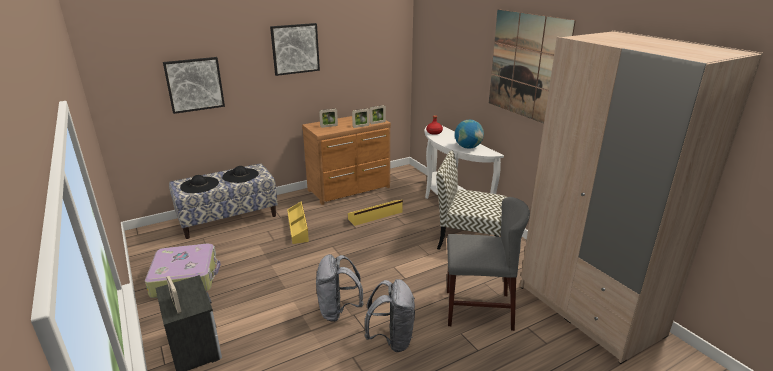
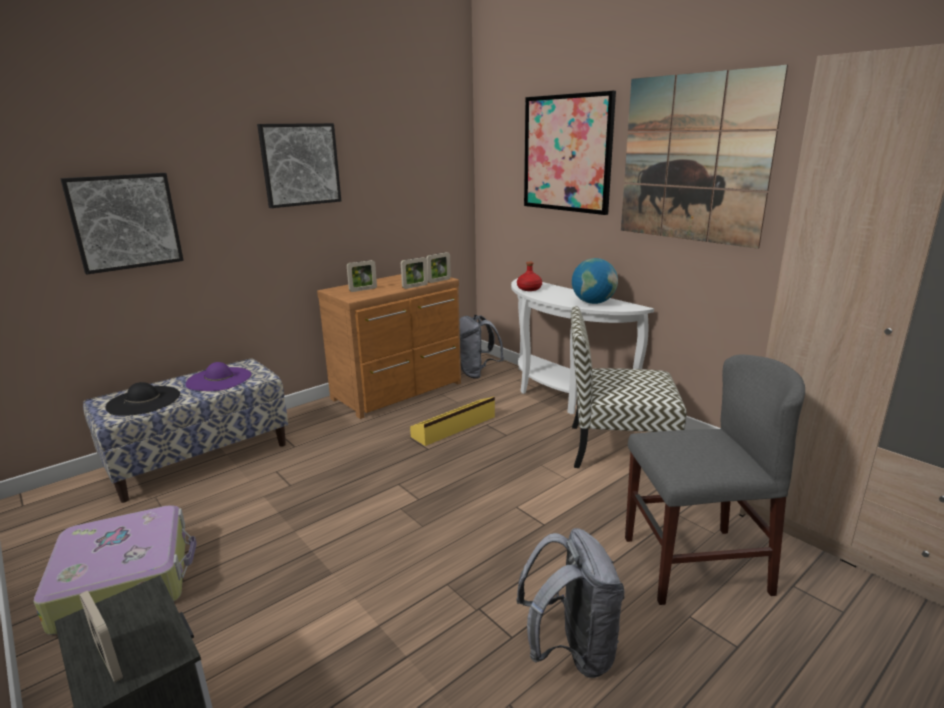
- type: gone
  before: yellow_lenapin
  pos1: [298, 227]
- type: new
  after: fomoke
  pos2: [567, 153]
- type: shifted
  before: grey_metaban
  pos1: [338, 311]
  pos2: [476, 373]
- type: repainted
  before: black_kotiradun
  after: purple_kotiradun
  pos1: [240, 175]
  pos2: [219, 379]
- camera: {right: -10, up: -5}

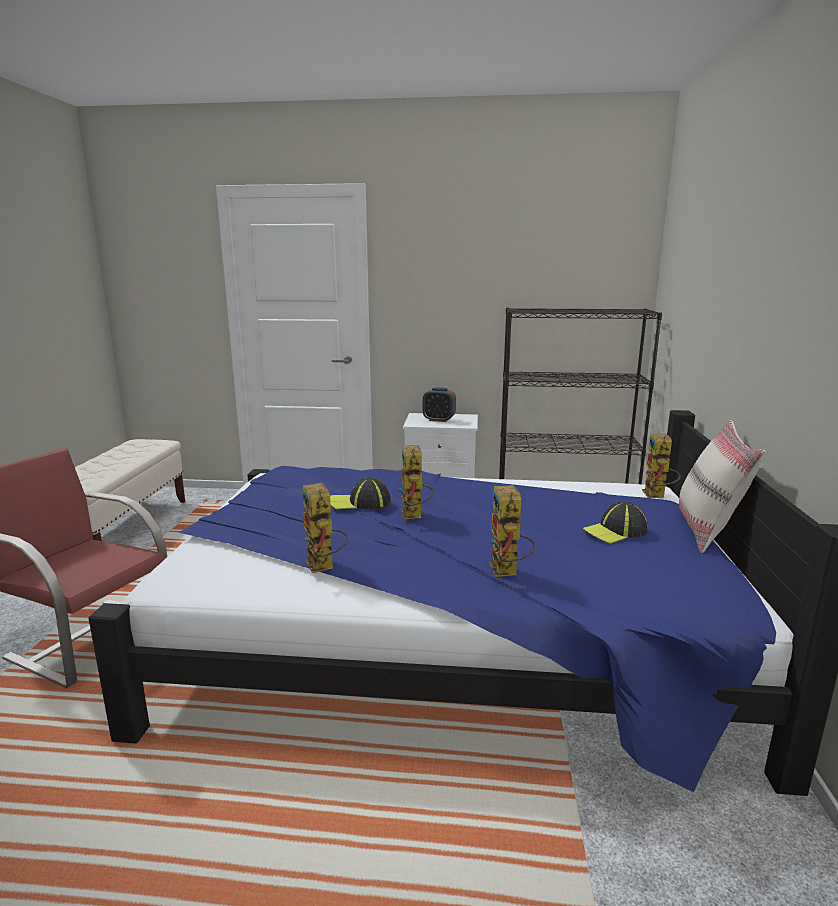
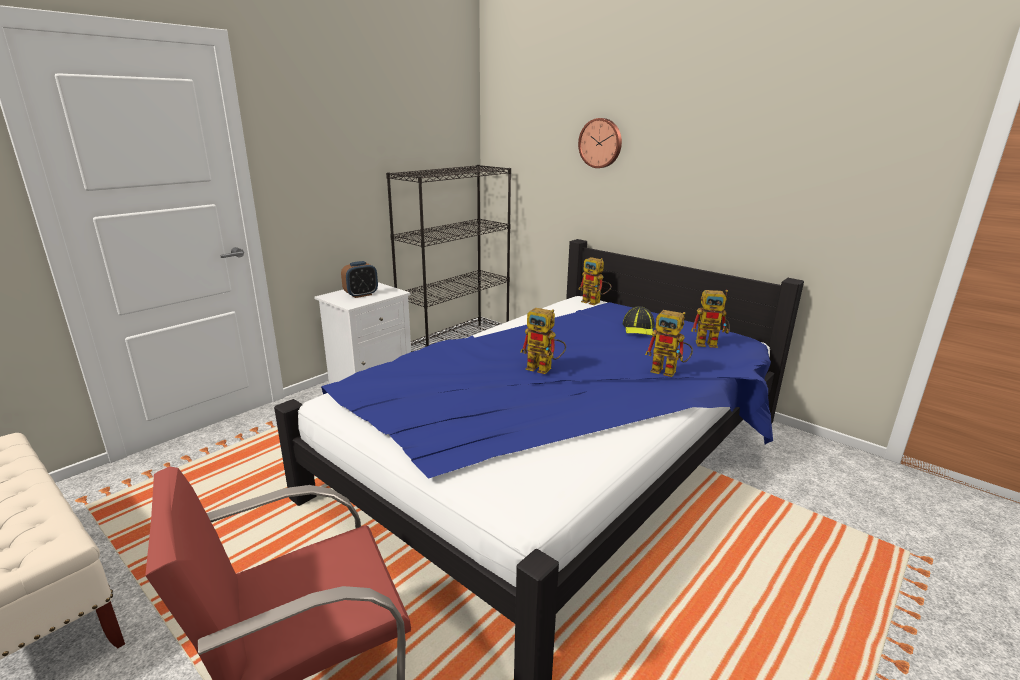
- type: gone
  before: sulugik
  pos1: [360, 502]
- type: gone
  before: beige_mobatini
  pos1: [708, 531]
- type: new
  after: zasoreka
  pos2: [601, 143]
- type: shifted
  before: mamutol
  pos1: [324, 567]
  pos2: [711, 343]
- camera: {right: -55, up: 5}

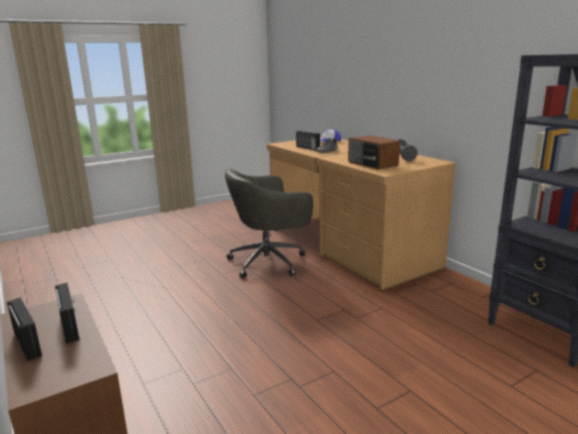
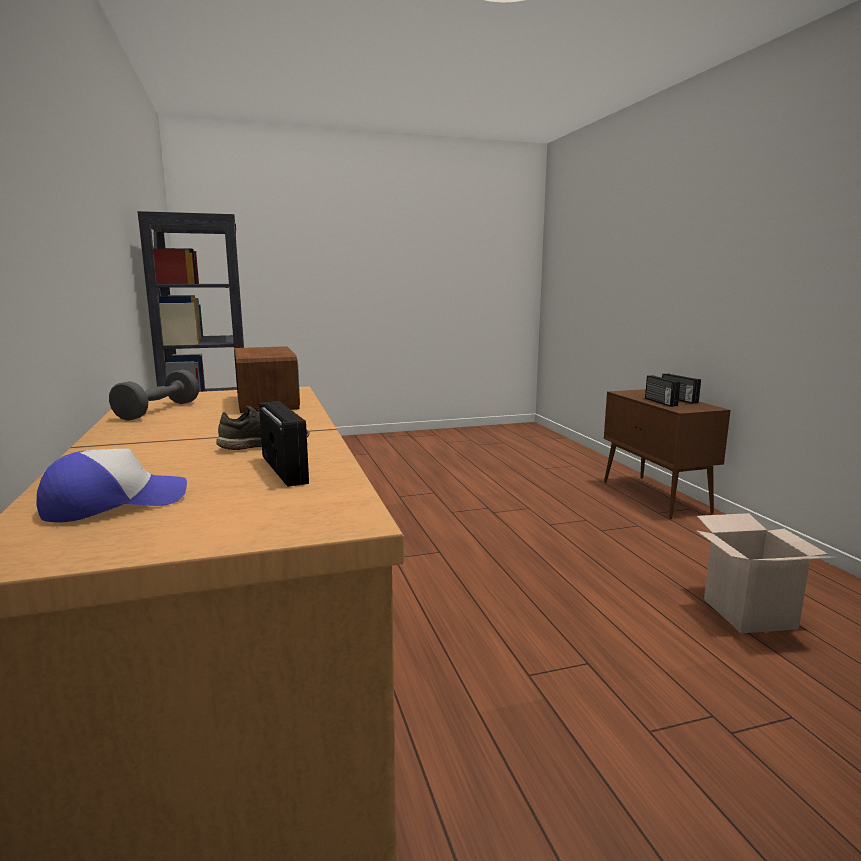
- type: gone
  before: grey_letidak
  pos1: [269, 261]
- type: new
  after: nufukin
  pos2: [749, 613]
- camera: {right: -165, up: -5}

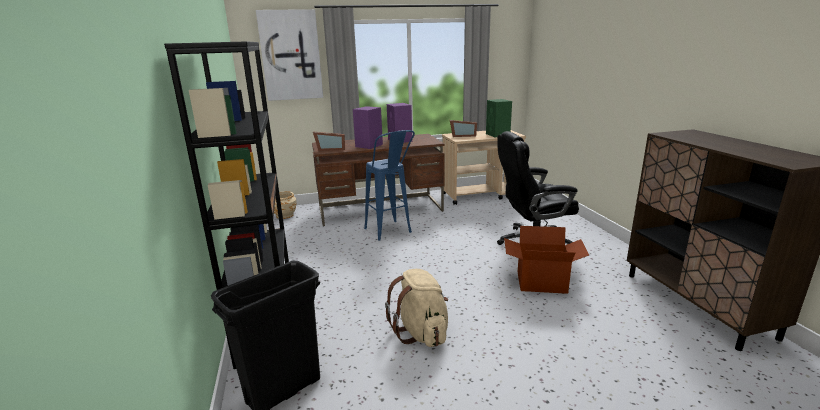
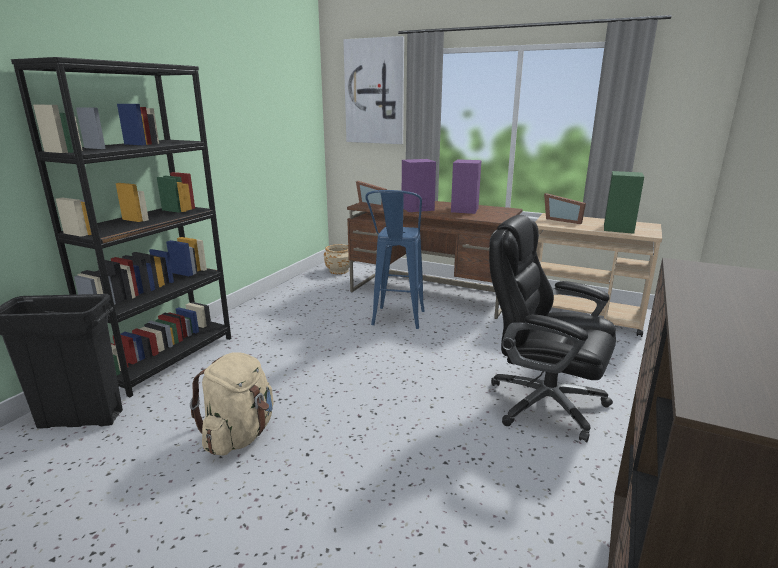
- type: gone
  before: nufukin
  pos1: [541, 283]
- camera: {right: 40, up: 0}

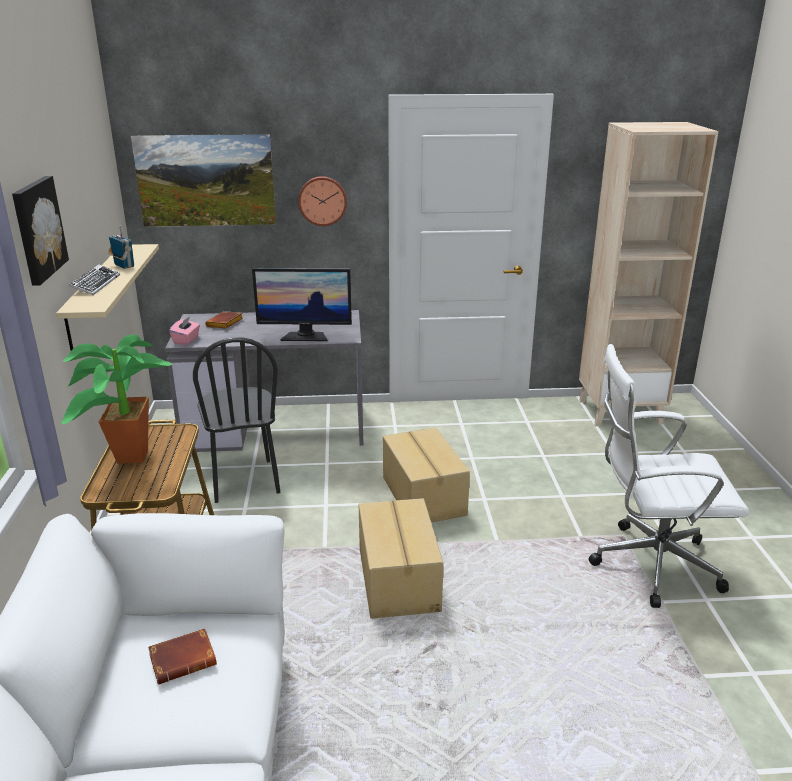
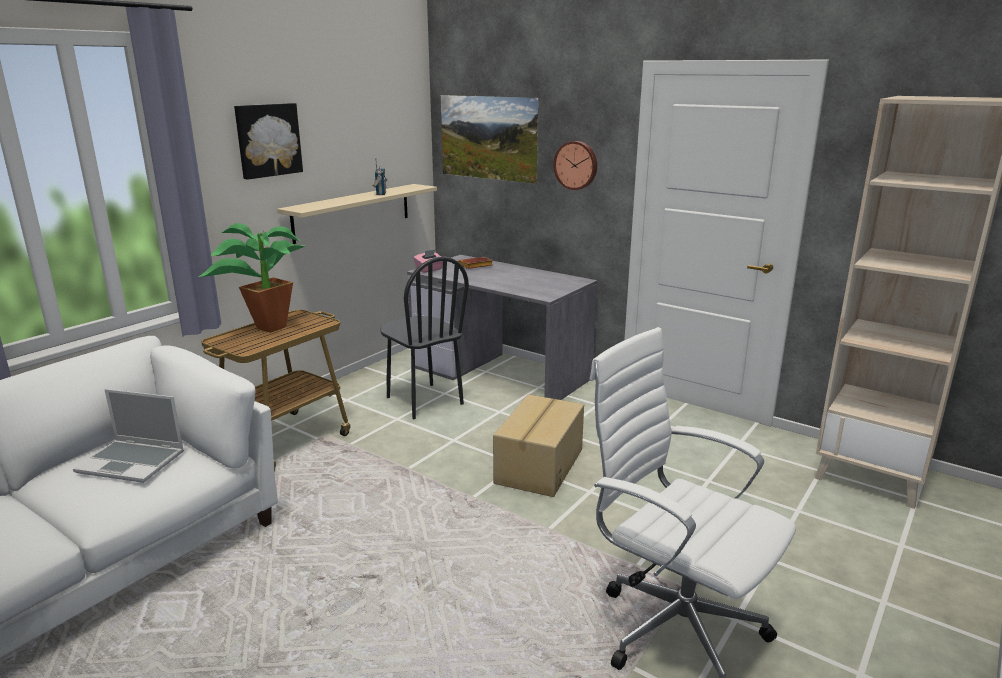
- type: gone
  before: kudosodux
  pos1: [96, 284]
- type: gone
  before: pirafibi
  pos1: [305, 336]
- type: gone
  before: nufukin
  pos1: [399, 579]
- type: swapped
  before: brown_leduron
  after: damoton
  pos1: [184, 659]
  pos2: [133, 462]
- type: rotated
  before: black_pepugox
  pos1: [244, 481]
  pos2: [424, 401]
  turn: -60
- camera: {right: 40, up: -5}

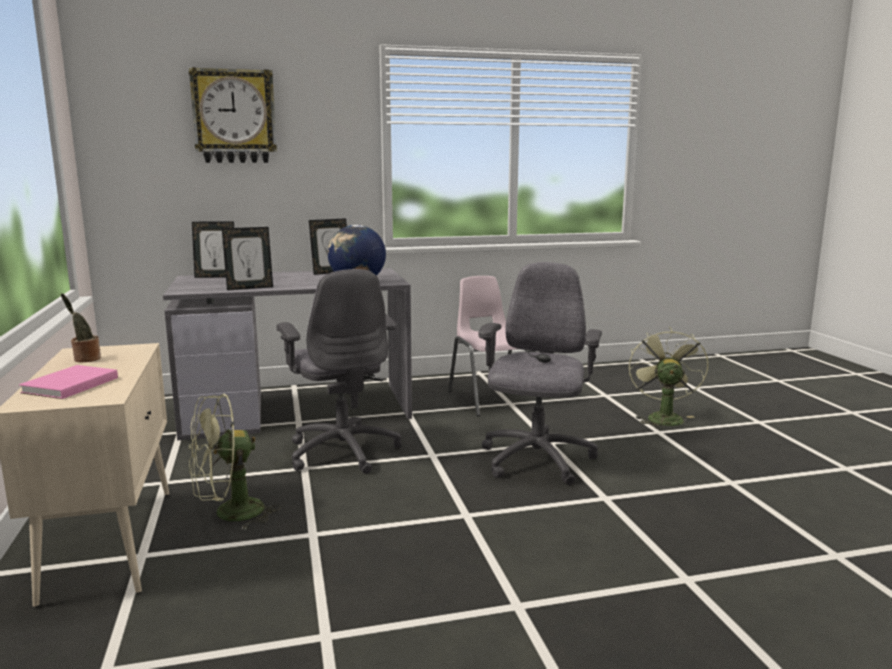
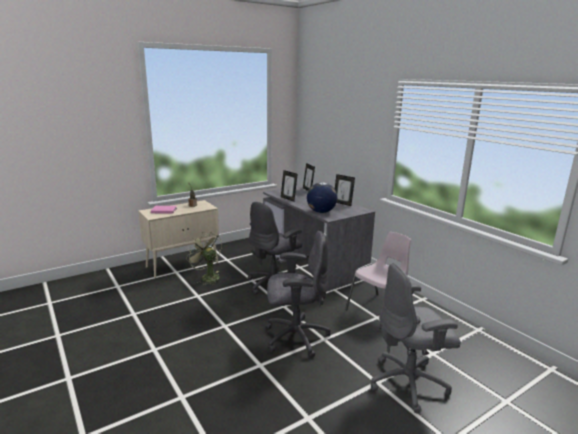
- type: gone
  before: zasoreka
  pos1: [234, 116]
- type: swapped
  before: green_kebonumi
  after: grey_letidak
  pos1: [662, 417]
  pos2: [409, 383]
- camera: {right: 70, up: 5}

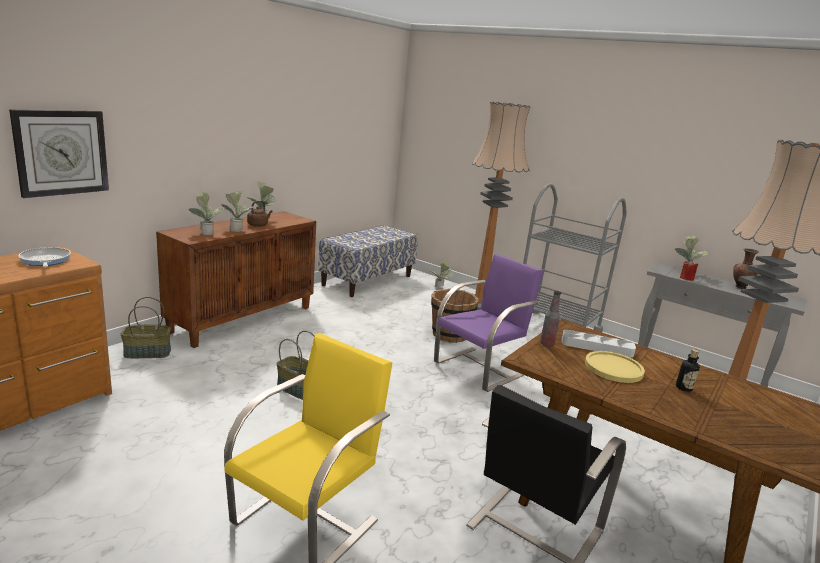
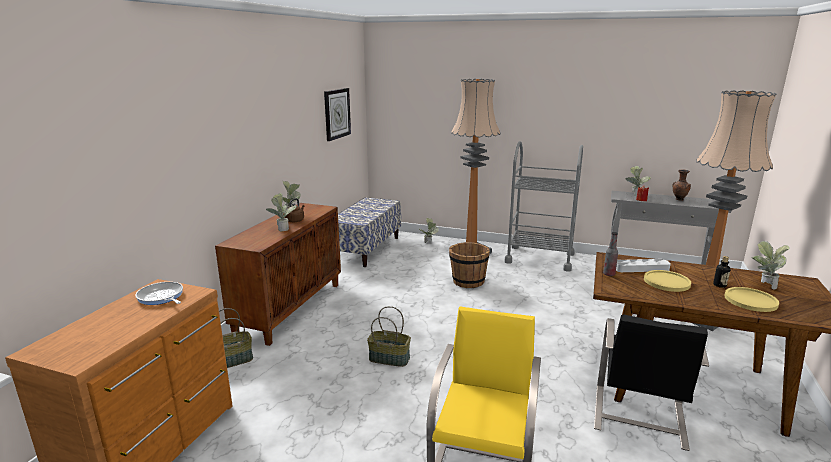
- type: gone
  before: purple_pepugox
  pos1: [480, 368]
- type: new
  after: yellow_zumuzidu
  pos2: [750, 300]
- type: shifted
  before: zasoreka
  pos1: [61, 152]
  pos2: [337, 113]
- type: shifted
  before: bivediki
  pos1: [206, 232]
  pos2: [763, 285]
- camera: {right: -15, up: 0}

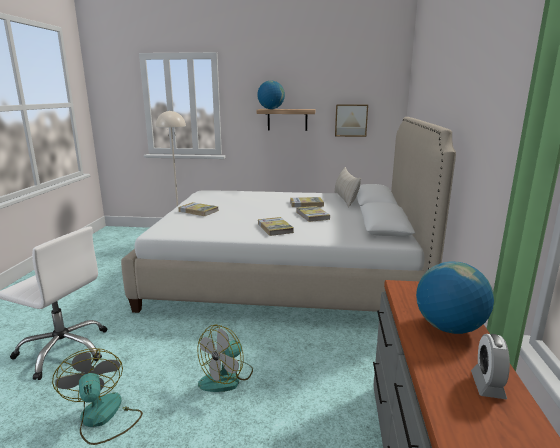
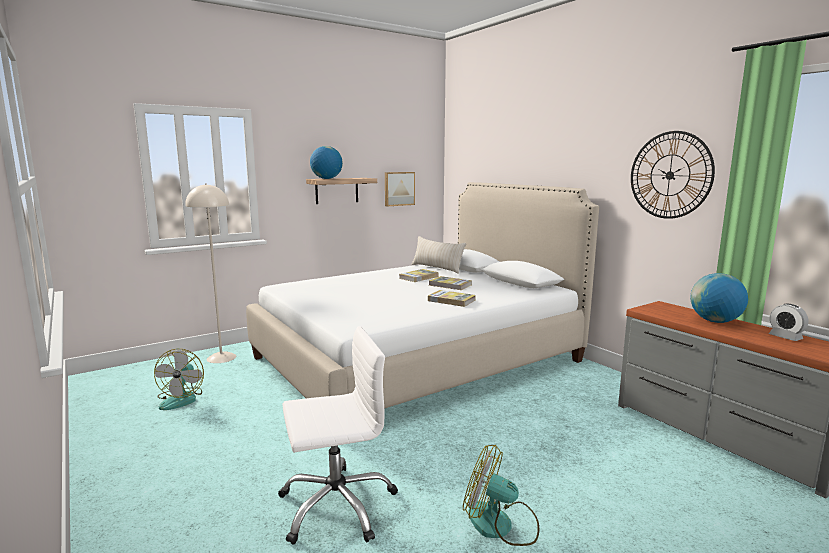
- type: gone
  before: leduron
  pos1: [198, 211]
- type: new
  after: zasoreka
  pos2: [670, 175]
- type: shifted
  before: kebonumi
  pos1: [227, 377]
  pos2: [182, 398]
- camera: {right: -40, up: -5}

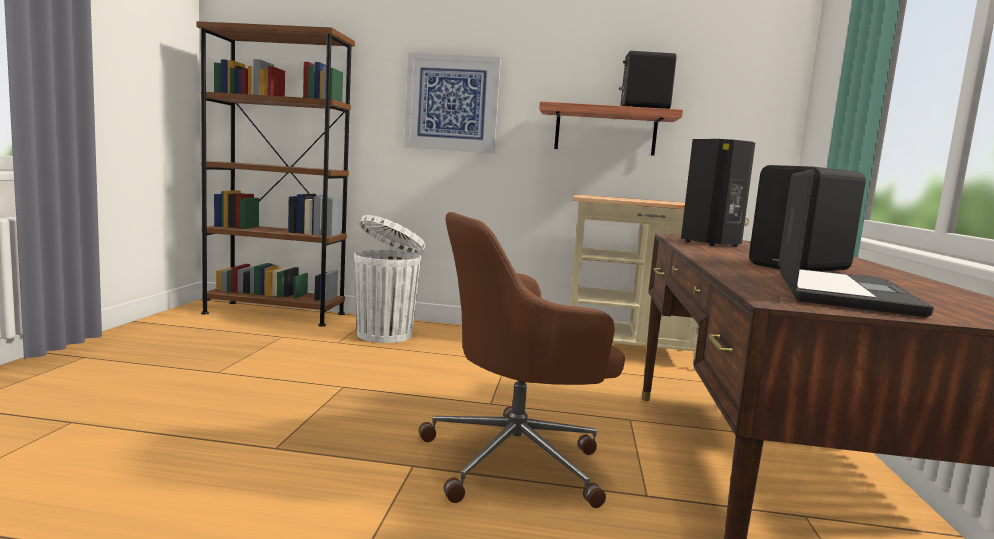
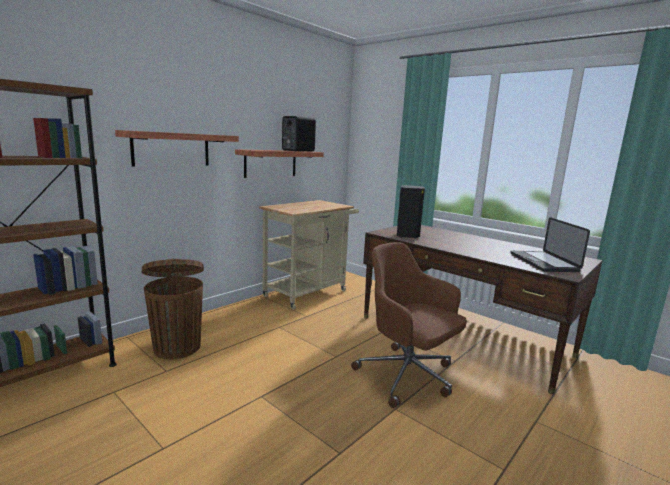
- type: gone
  before: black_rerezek
  pos1: [802, 268]
- type: swapped
  before: fomoke
  after: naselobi
  pos1: [452, 103]
  pos2: [171, 149]
- type: repainted
  before: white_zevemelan
  after: brown_zevemelan
  pos1: [386, 334]
  pos2: [177, 346]
- type: rotated
  before: brown_letidak
  pos1: [517, 460]
  pos2: [407, 376]
  turn: 120
- type: rotated
  before: damoton
  pos1: [841, 293]
  pos2: [543, 262]
  turn: -150
- camera: {right: -55, up: 5}

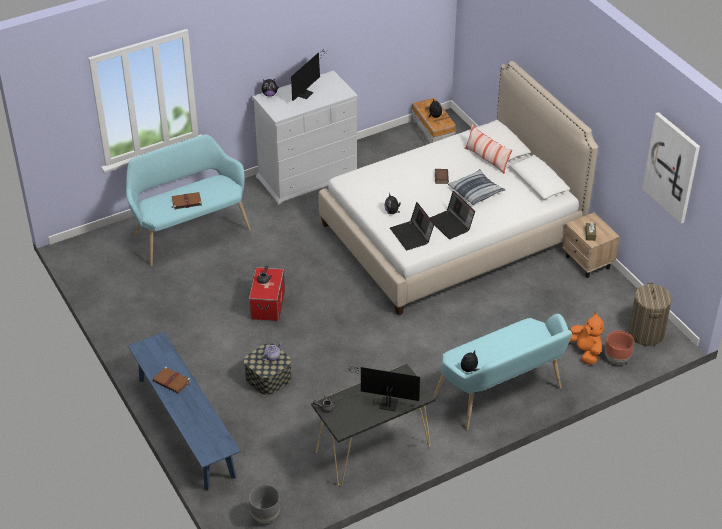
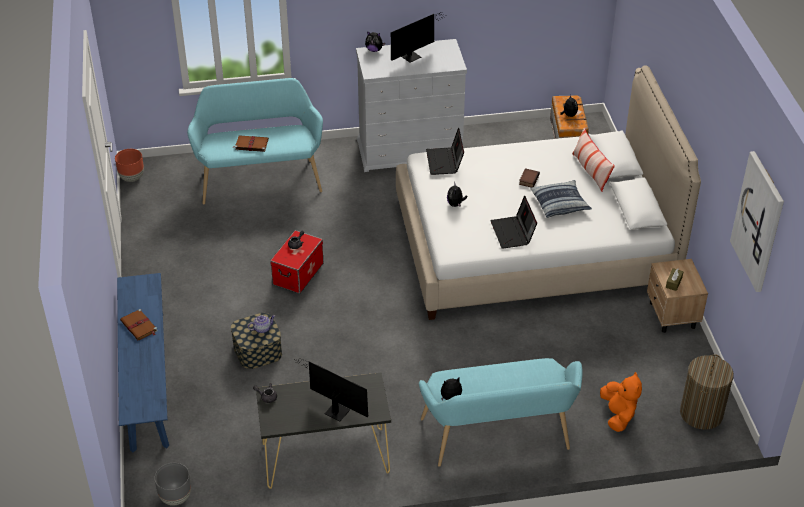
- type: shifted
  before: damoton
  pos1: [412, 235]
  pos2: [445, 162]
- type: shifted
  before: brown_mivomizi
  pos1: [616, 359]
  pos2: [131, 178]
- camera: {right: 20, up: 0}

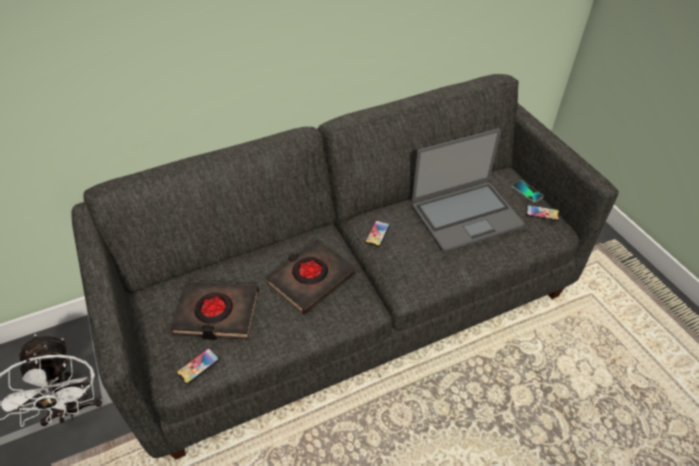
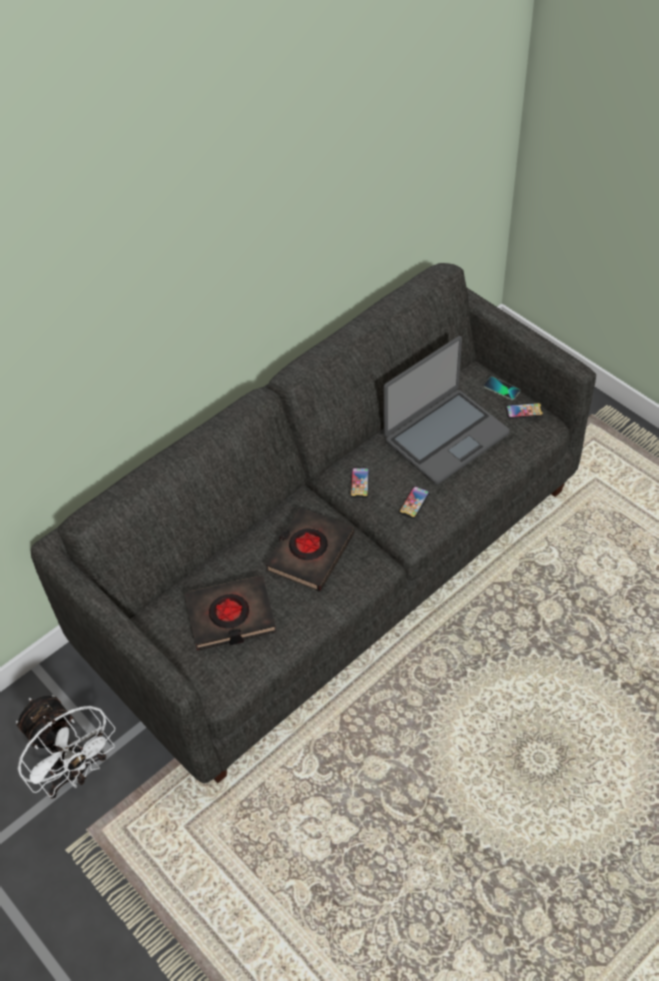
- type: shifted
  before: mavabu
  pos1: [198, 366]
  pos2: [414, 503]
- camera: {right: -15, up: 5}

